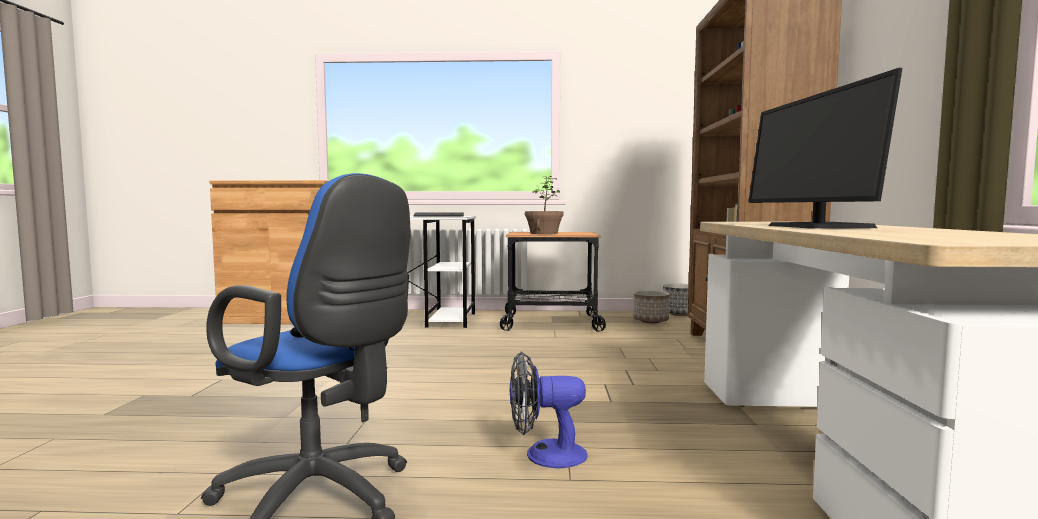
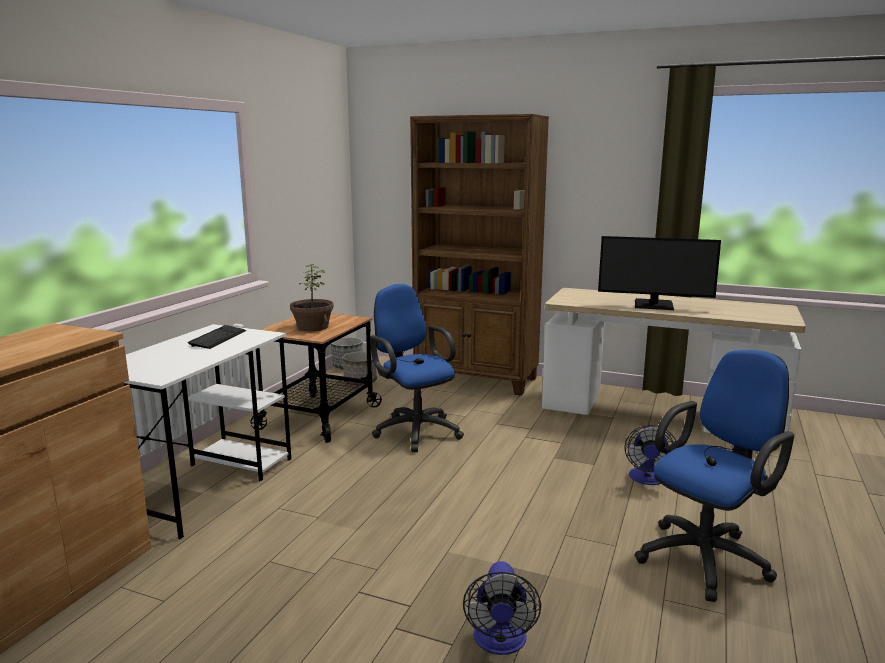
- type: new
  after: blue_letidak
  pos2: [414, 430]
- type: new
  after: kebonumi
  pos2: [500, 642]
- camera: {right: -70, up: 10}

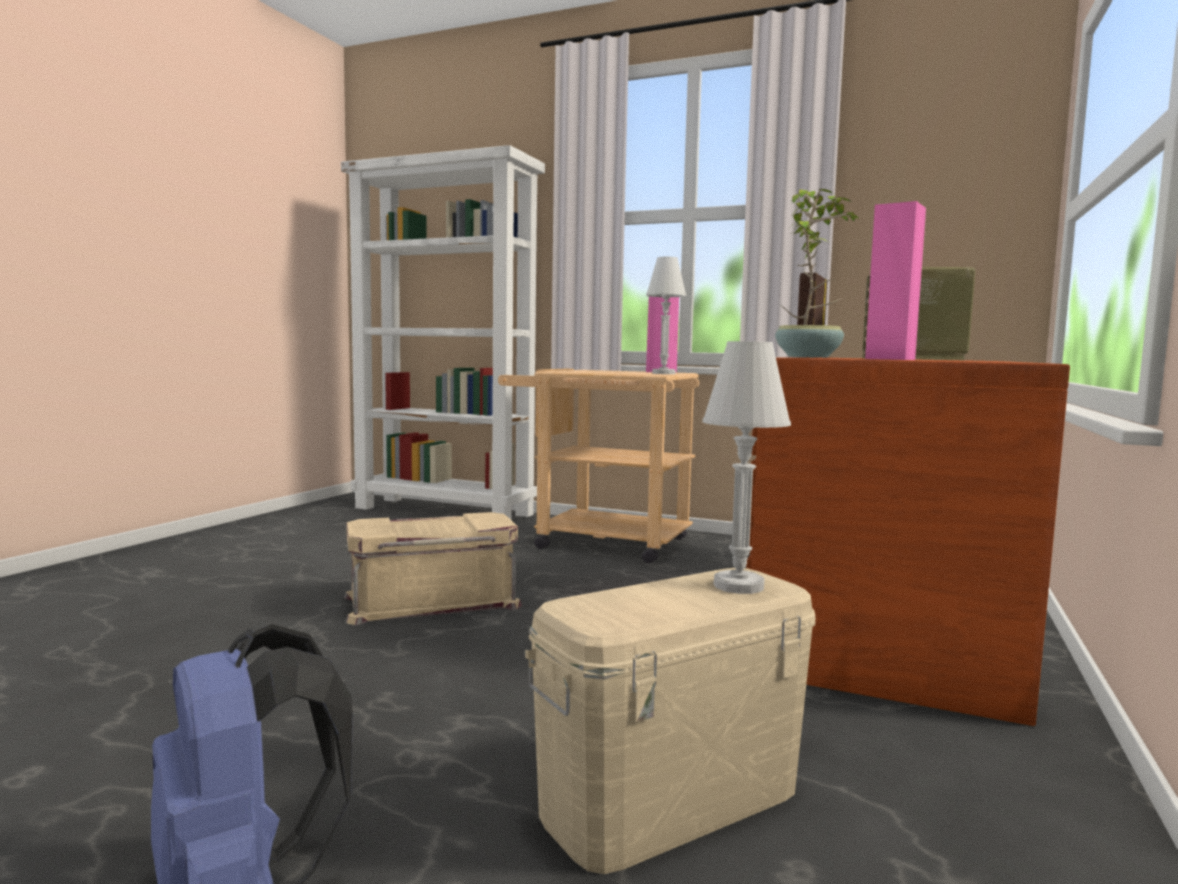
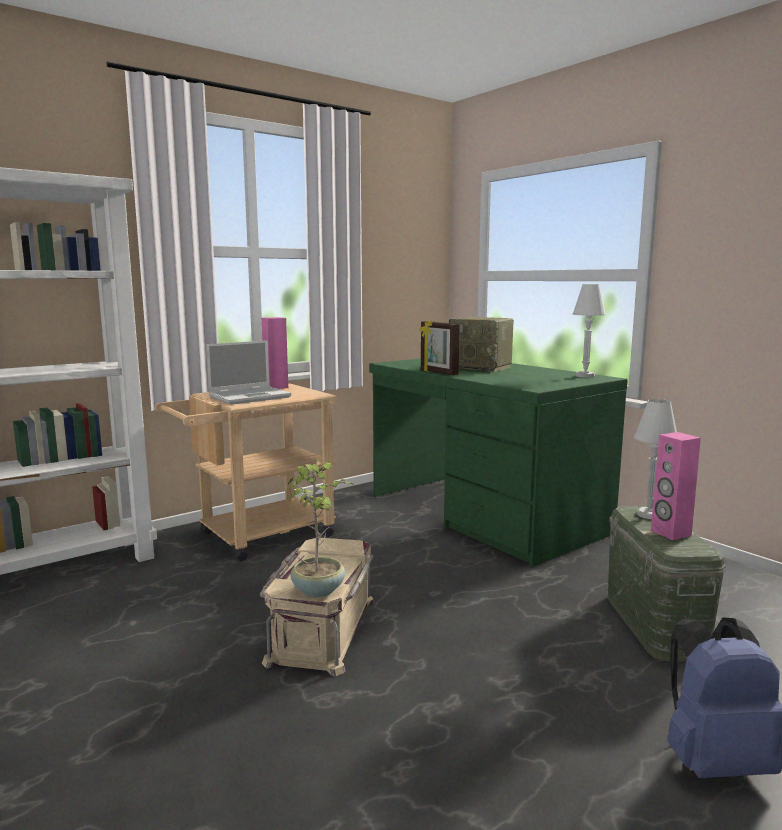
- type: new
  after: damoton
  pos2: [250, 397]
- type: shifted
  before: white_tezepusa
  pos1: [663, 373]
  pos2: [585, 376]
- type: shifted
  before: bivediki
  pos1: [809, 357]
  pos2: [319, 589]
- type: shifted
  before: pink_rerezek
  pos1: [889, 359]
  pos2: [670, 533]
- type: repainted
  before: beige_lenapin
  after: green_lenapin
  pos1: [671, 801]
  pos2: [655, 624]
- type: repainted
  before: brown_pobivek
  after: green_pobivek
  pos1: [884, 617]
  pos2: [483, 514]
- camera: {right: -60, up: 5}

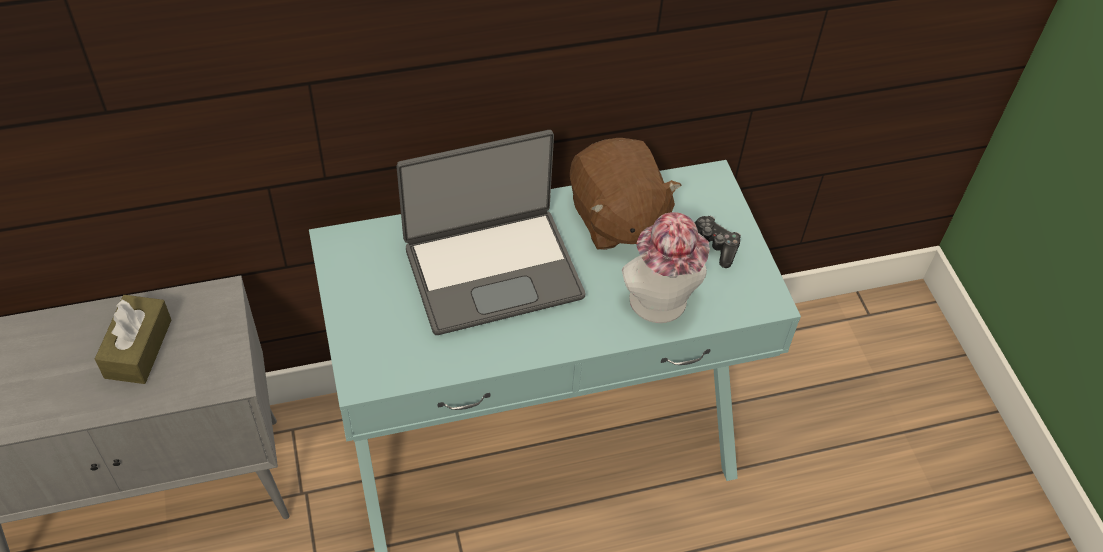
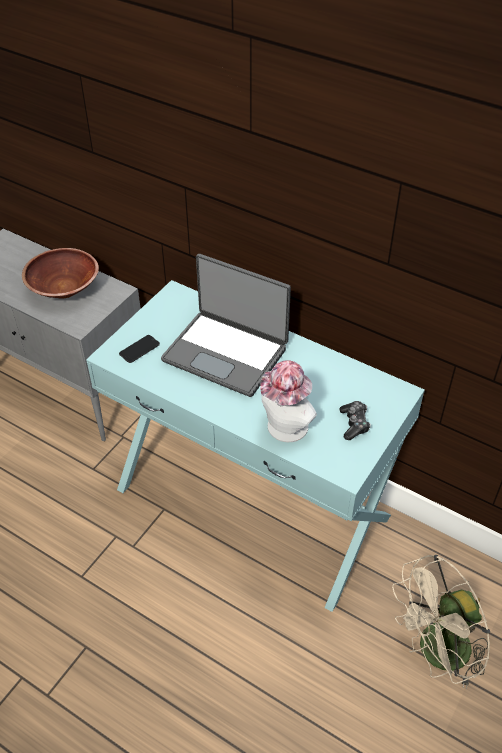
- type: gone
  before: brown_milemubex
  pos1: [616, 219]
- type: new
  after: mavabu
  pos2: [139, 349]
- type: new
  after: beige_kebonumi
  pos2: [436, 654]
- type: swapped
  before: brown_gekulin
  after: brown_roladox
  pos1: [138, 348]
  pos2: [63, 289]
- camera: {right: 50, up: -5}

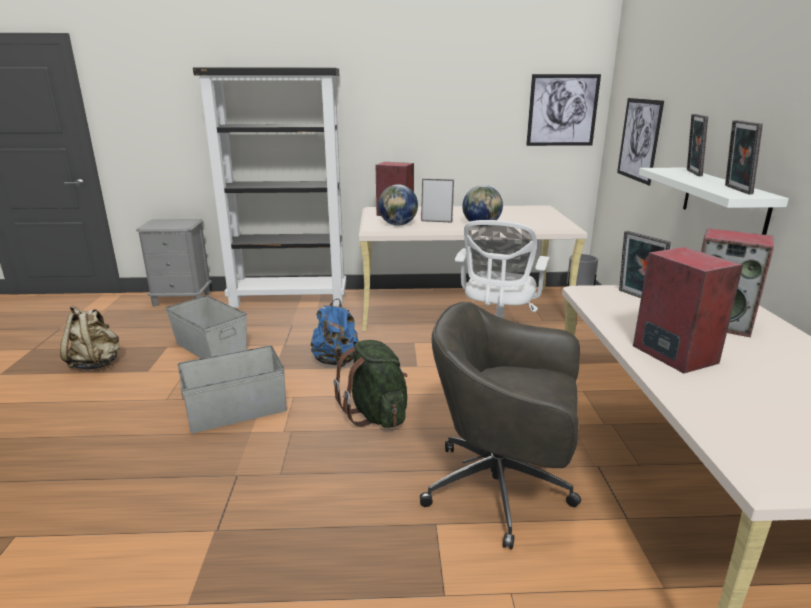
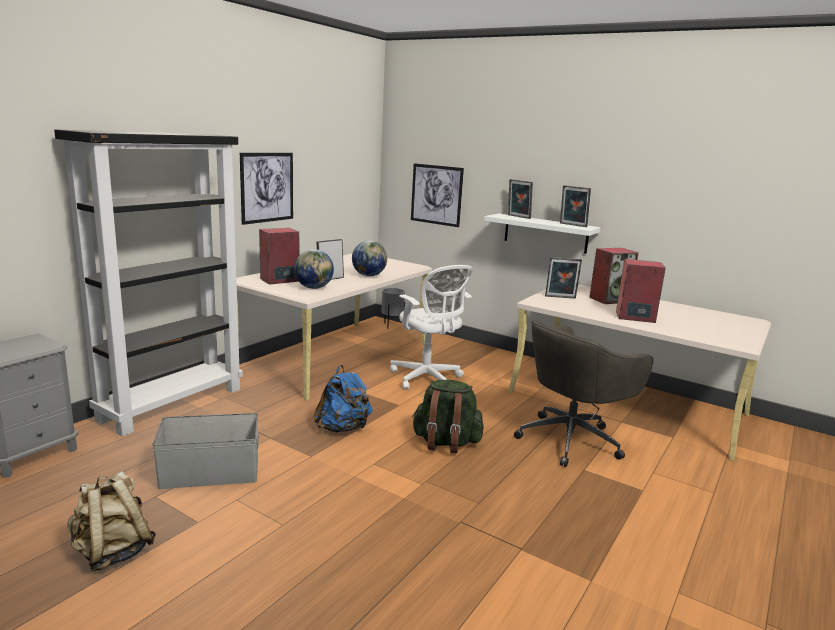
- type: gone
  before: grey_lenapin
  pos1: [236, 410]
- type: shifted
  before: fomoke
  pos1: [562, 110]
  pos2: [267, 187]
- camera: {right: -55, up: -5}

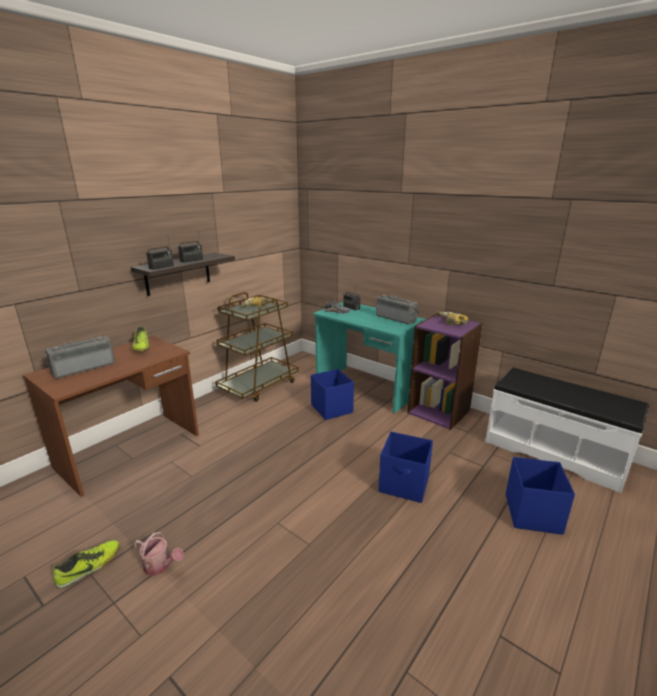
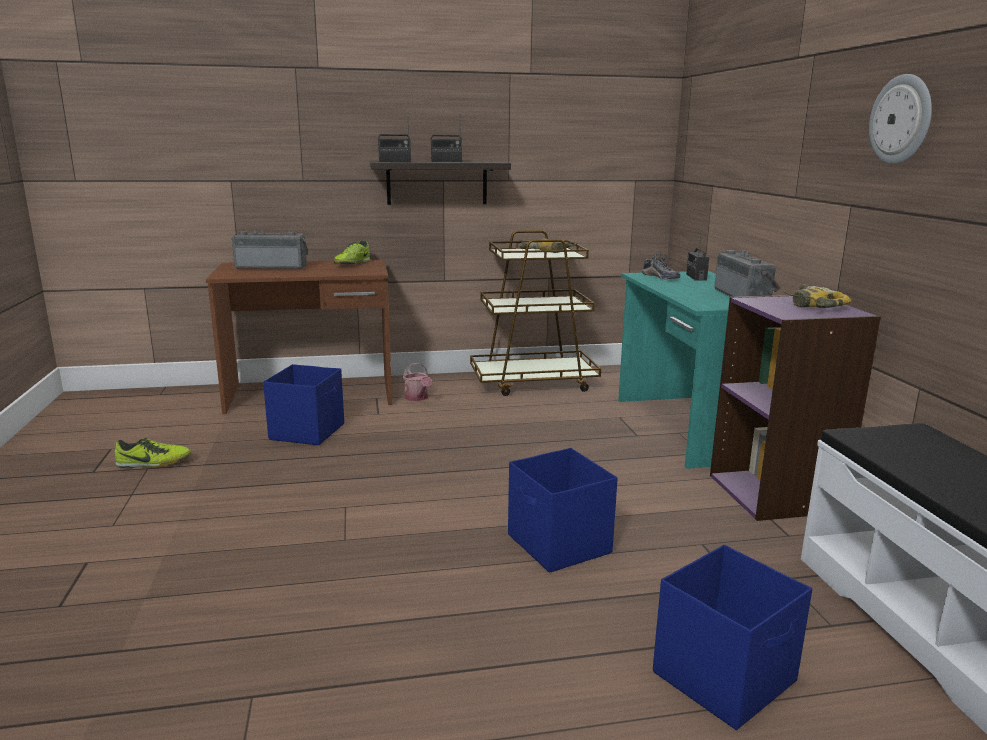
- type: new
  after: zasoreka
  pos2: [901, 119]
- type: shifted
  before: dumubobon
  pos1: [160, 566]
  pos2: [417, 398]
- type: shifted
  before: blue_lenapin
  pos1: [331, 408]
  pos2: [308, 431]
- camera: {right: 40, up: -5}

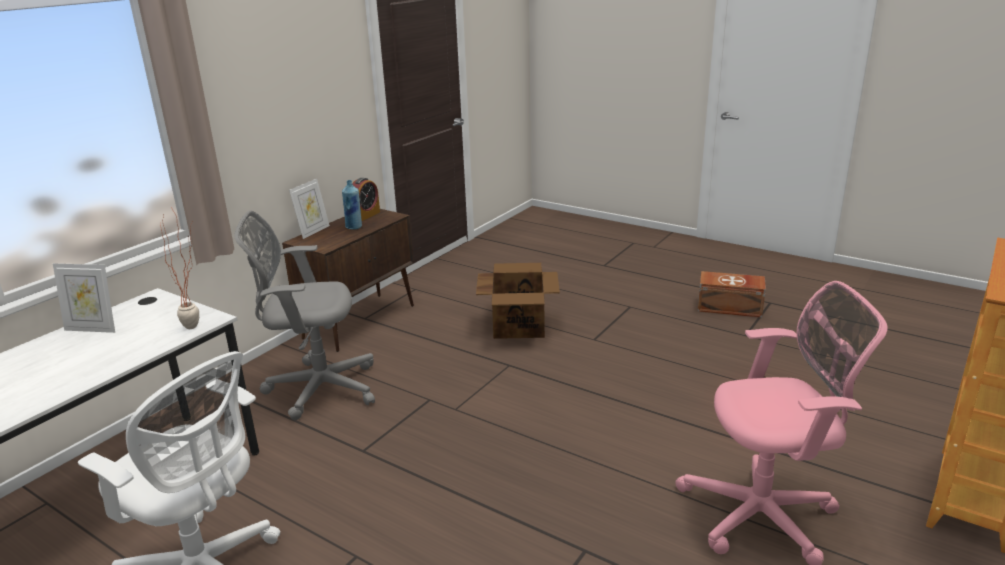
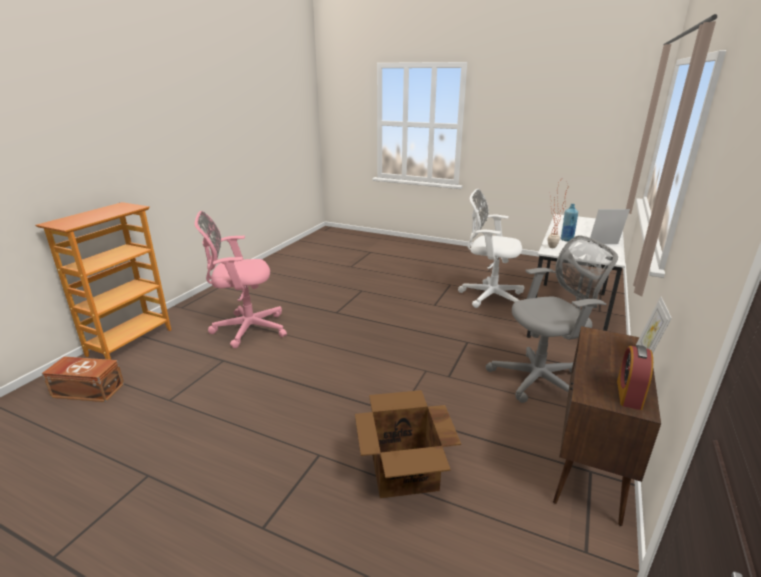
- type: shifted
  before: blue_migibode
  pos1: [354, 227]
  pos2: [566, 239]
- type: shifted
  before: brown_lenapin
  pos1: [730, 308]
  pos2: [88, 390]
- camera: {right: 170, up: 0}

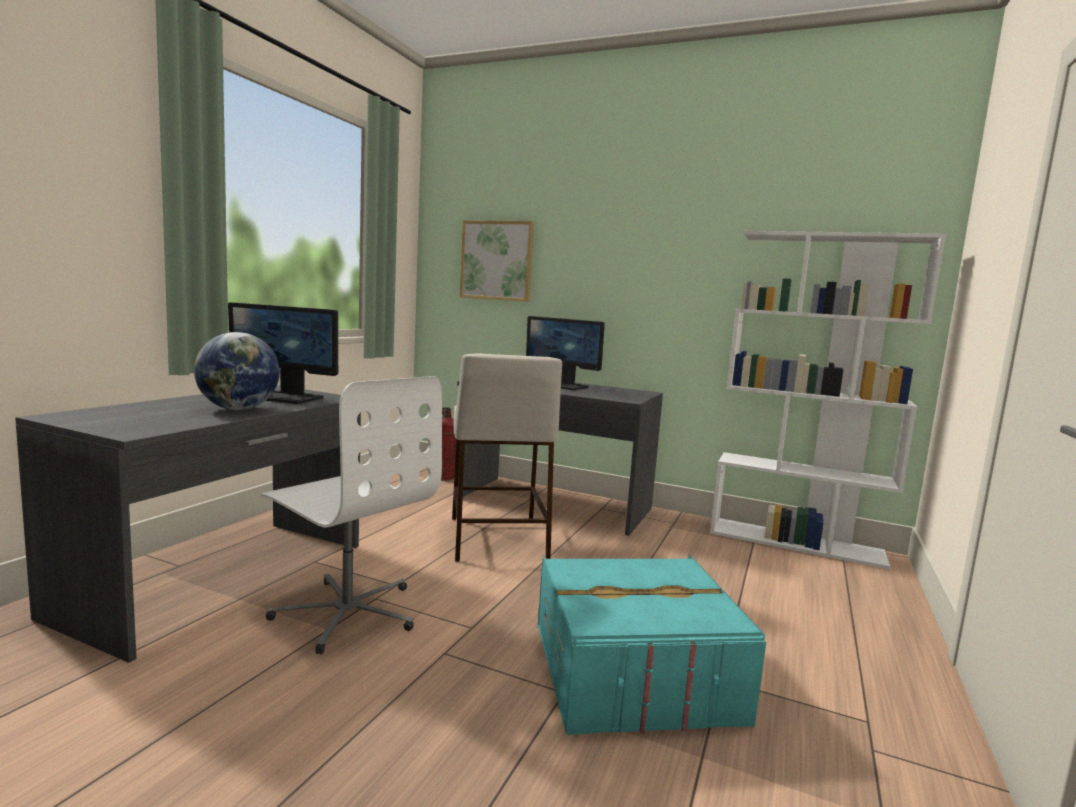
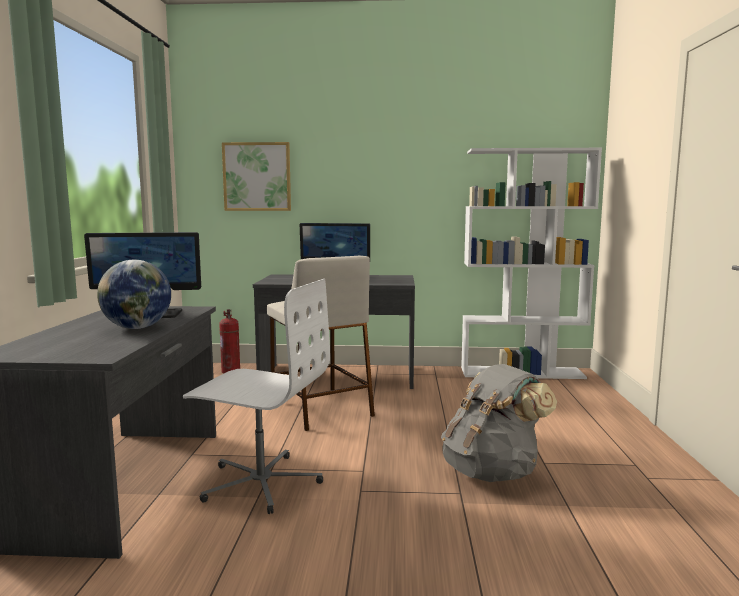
- type: swapped
  before: turquoise_lenapin
  after: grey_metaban
  pos1: [634, 673]
  pos2: [492, 472]
- camera: {right: -20, up: 0}

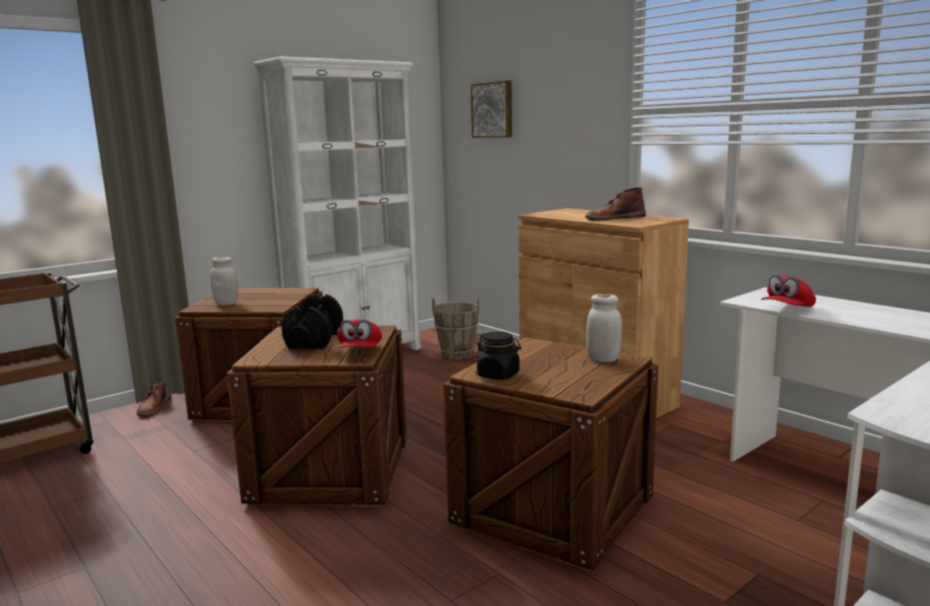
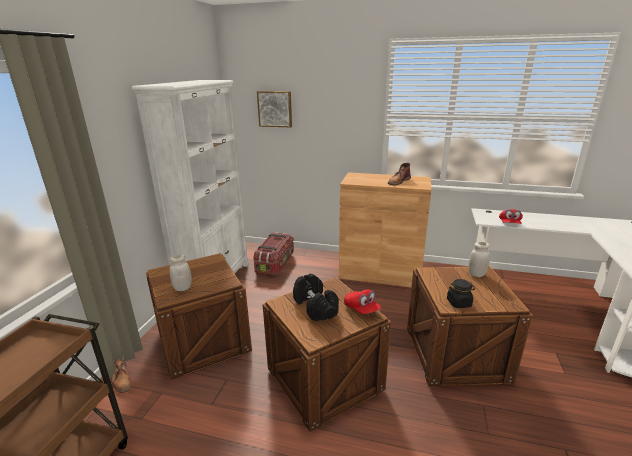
- type: swapped
  before: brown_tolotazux
  after: lenapin
  pos1: [457, 354]
  pos2: [275, 263]
- camera: {right: -35, up: 10}

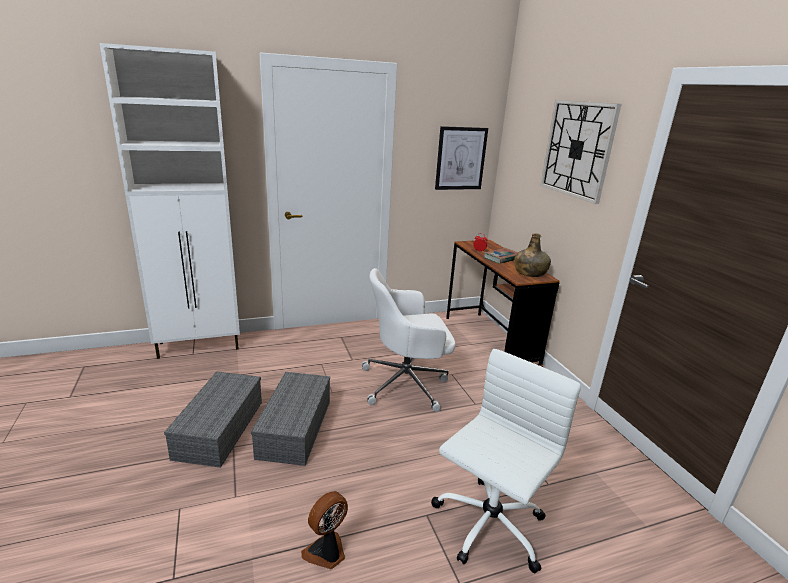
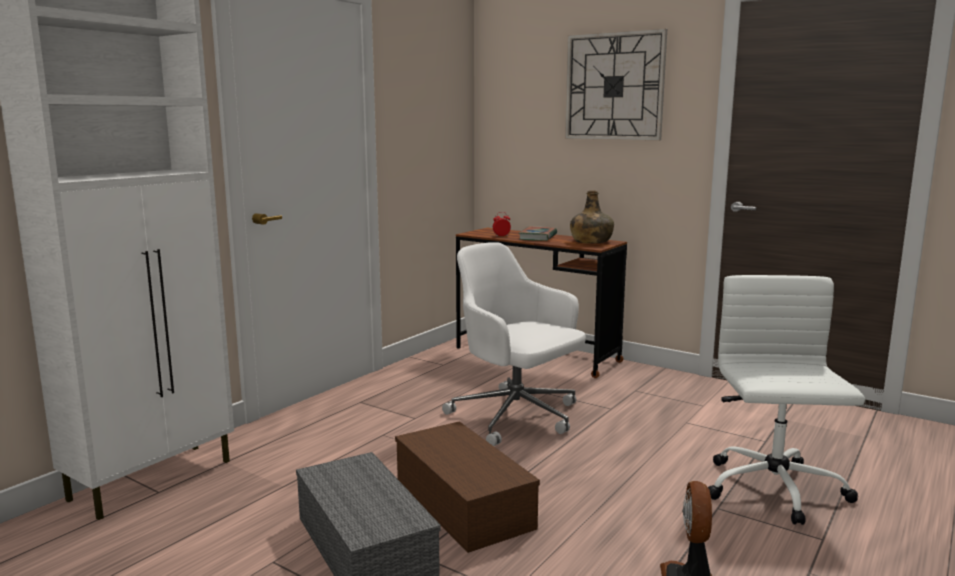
- type: gone
  before: fomoke
  pos1: [460, 158]
- type: repainted
  before: grey_lenapin
  after: brown_lenapin
  pos1: [295, 429]
  pos2: [465, 504]
- type: rotated
  before: white_letidak
  pos1: [406, 384]
  pos2: [516, 417]
  turn: 90
- camera: {right: -35, up: -10}

